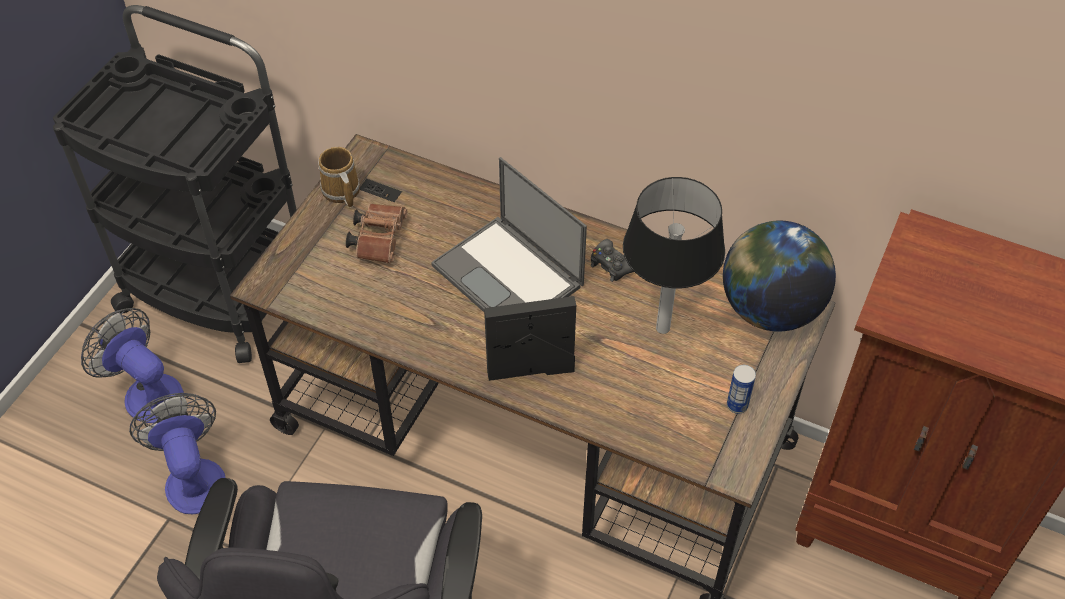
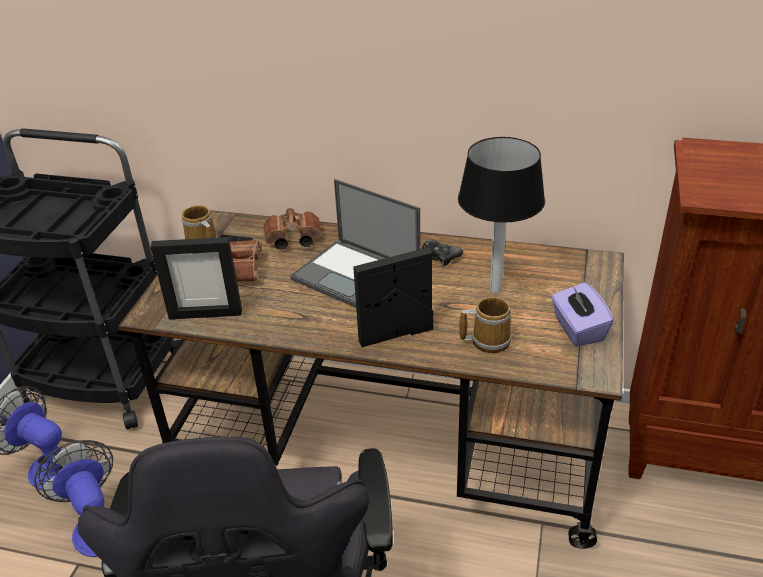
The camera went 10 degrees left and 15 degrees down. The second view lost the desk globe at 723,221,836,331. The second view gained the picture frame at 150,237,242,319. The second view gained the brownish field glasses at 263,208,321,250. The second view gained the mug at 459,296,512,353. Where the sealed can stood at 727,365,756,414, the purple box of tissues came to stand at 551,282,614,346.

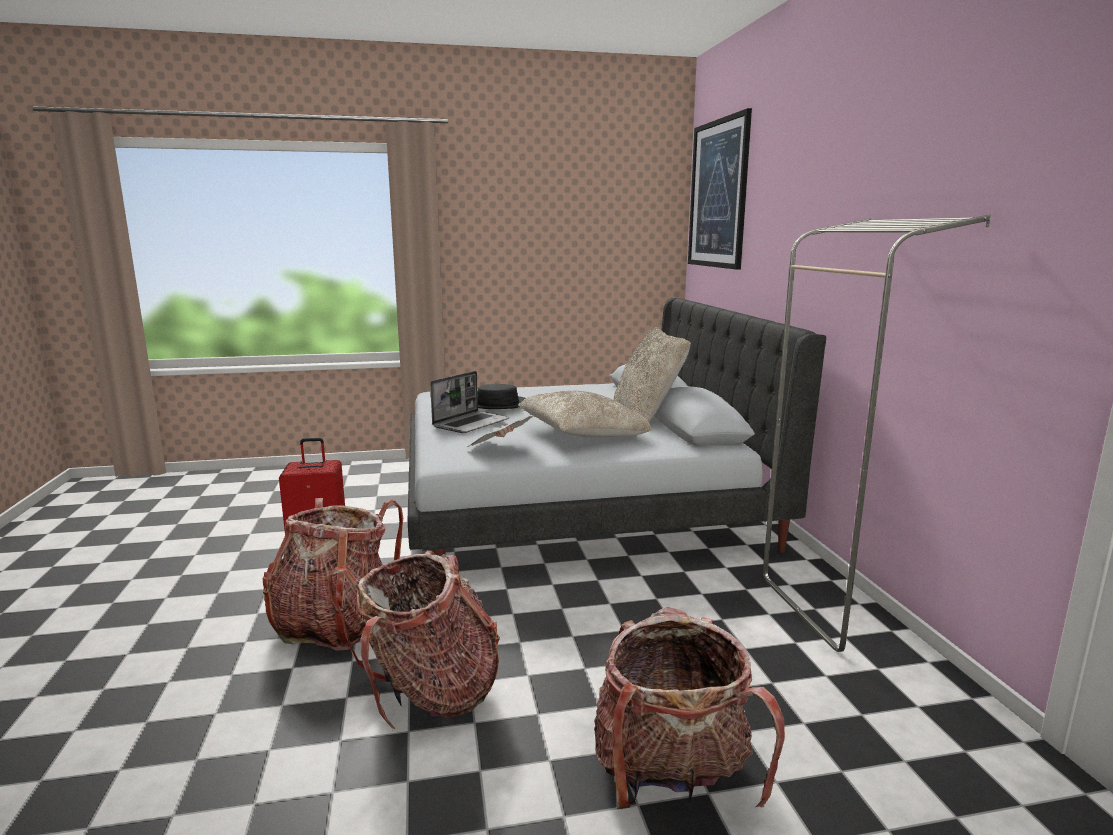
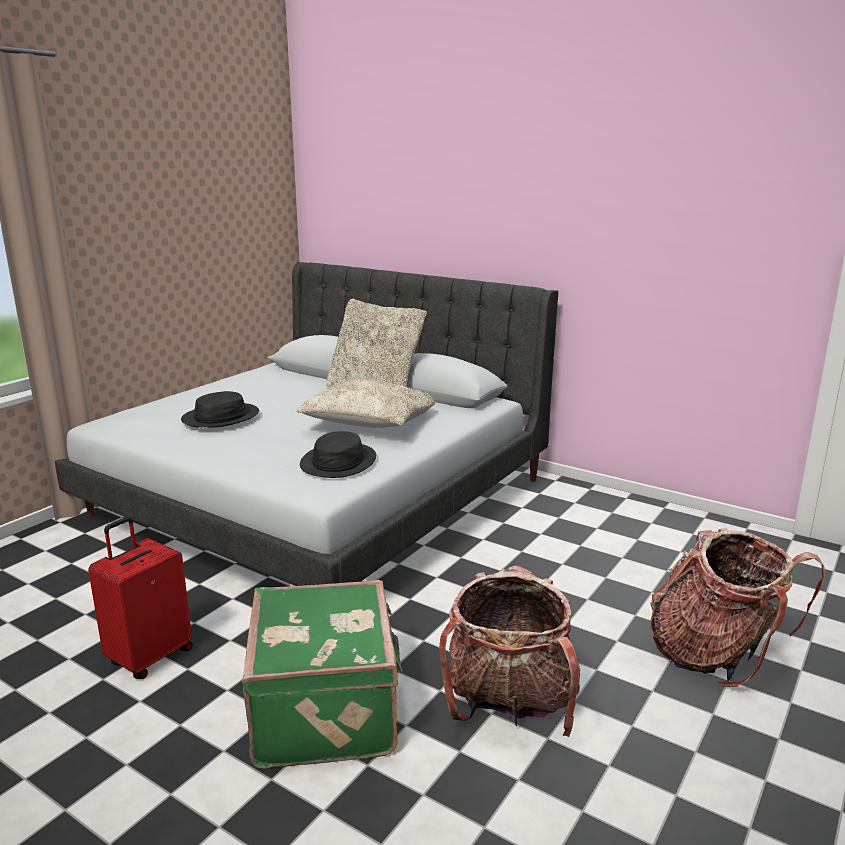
The camera went 45 degrees left and 5 degrees up. The second view lost the laptop at 430,371,509,433. The second view lost the wall art at 688,108,752,270. The second view lost the gray garment stand at 763,214,991,652. Where the rucksack stood at 263,498,403,651, the green piece of luggage came to stand at 242,580,402,768. Where the printed paper stood at 467,416,533,447, the blackish clothing hat came to stand at 300,431,376,478.

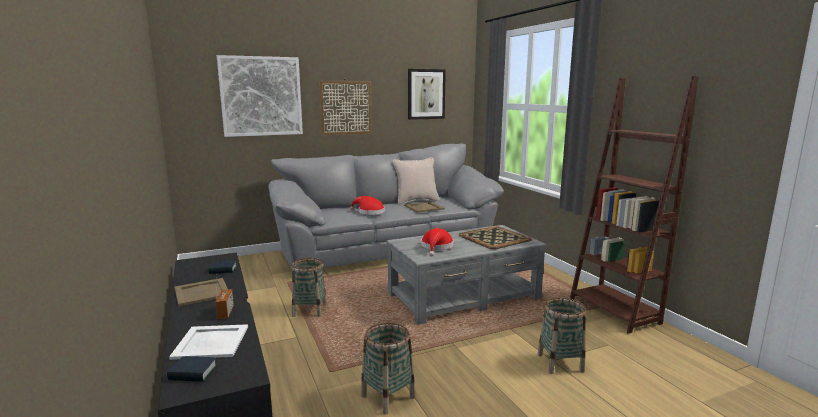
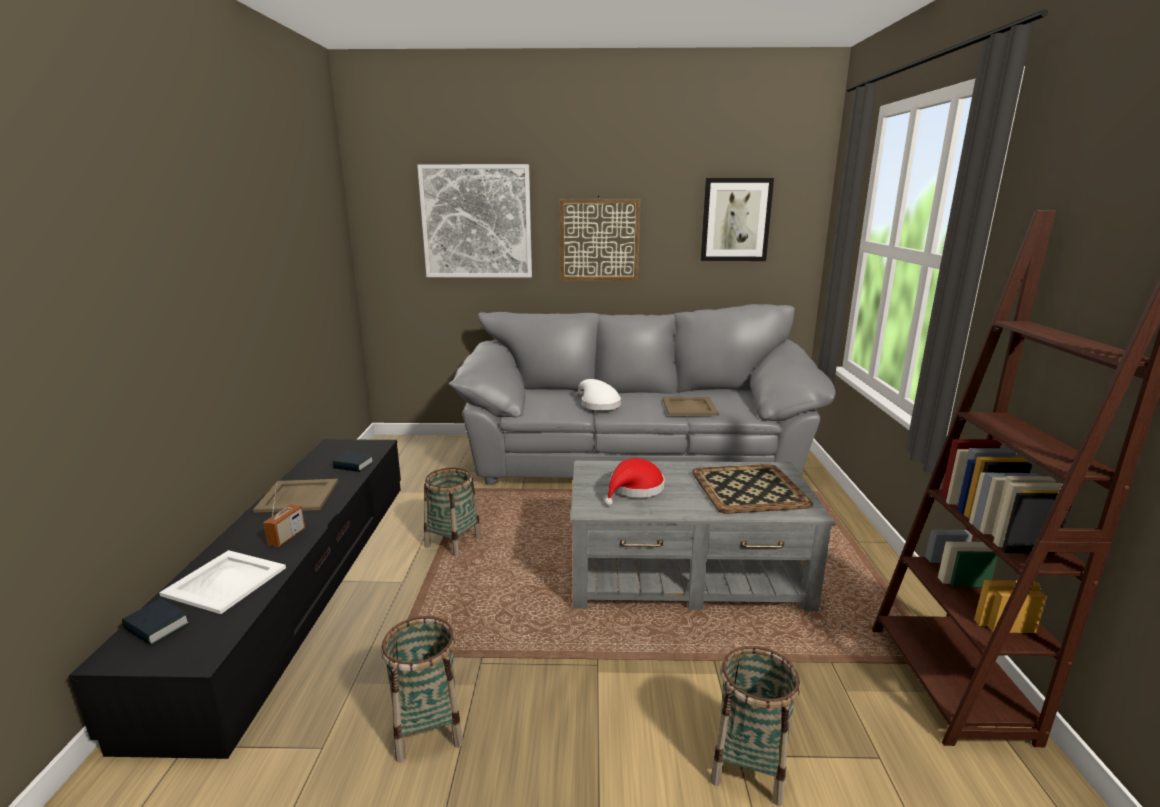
The camera went 25 degrees right and 5 degrees up. The second view lost the beige-coloured cushion at 393,158,439,205. What was the red clothing hat at 350,196,385,215 turned into the white-coloured clothing hat at 576,379,621,410.

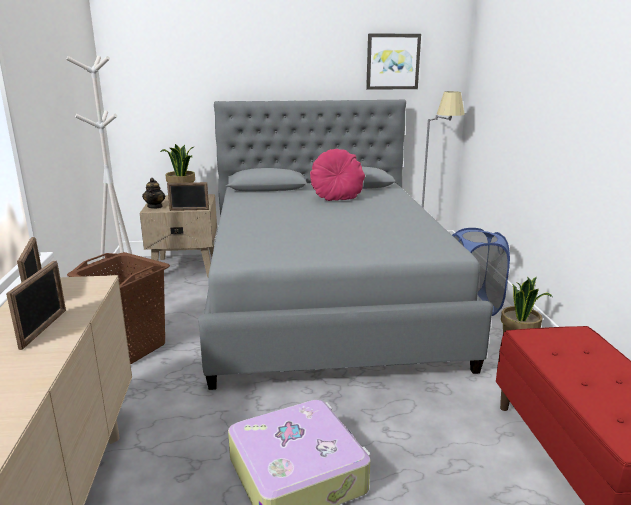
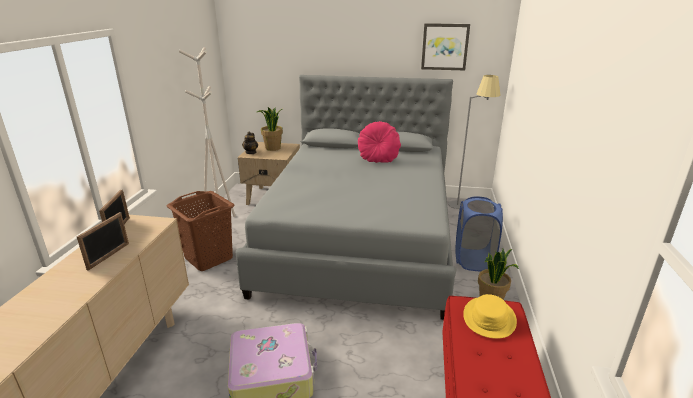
The camera went 15 degrees right and 5 degrees up. The second view lost the picture frame at 167,182,209,211. The second view gained the yellow-coloured clothing hat at 463,294,517,339.

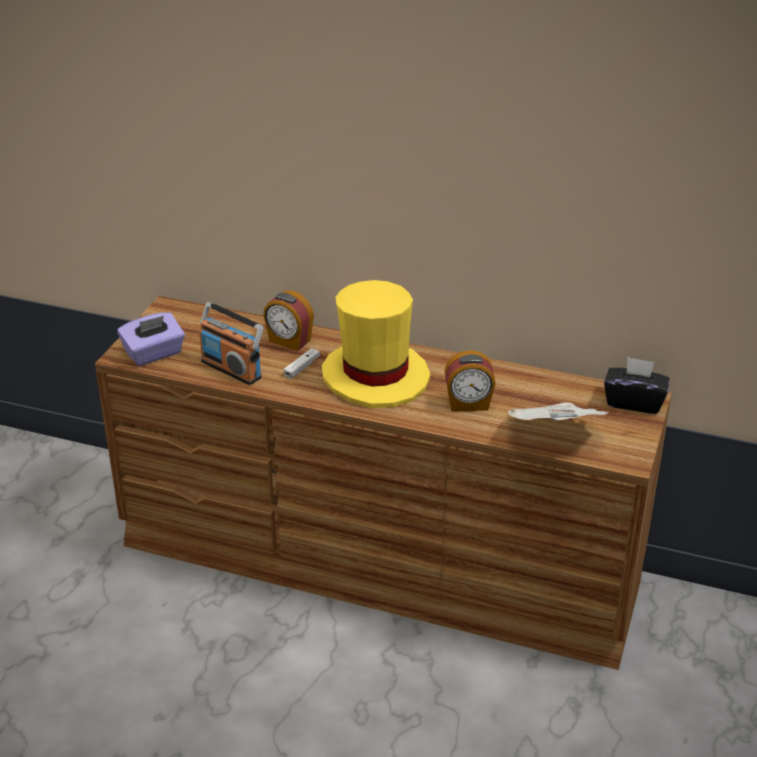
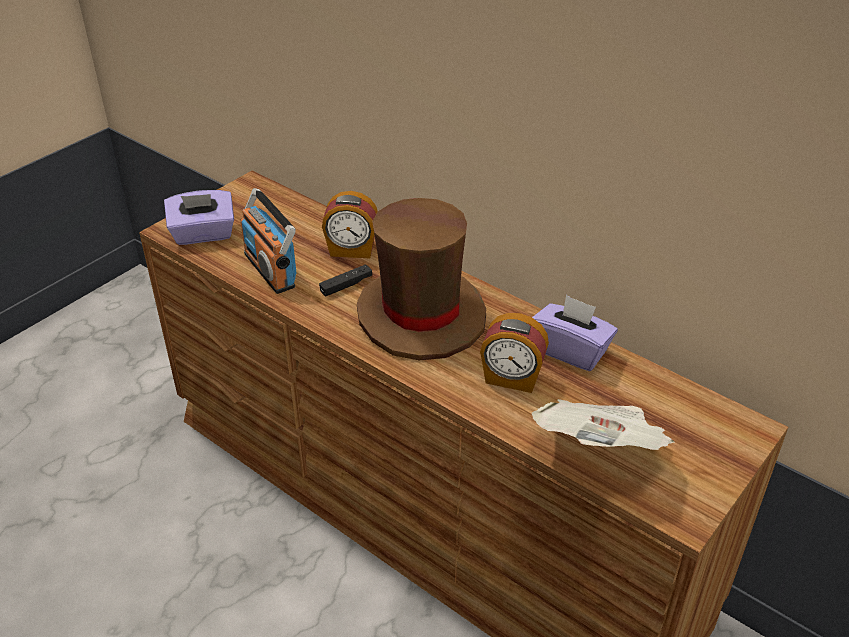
The camera went 20 degrees right and 5 degrees up. The second view lost the blackish box of tissues at 604,357,670,414. The second view gained the purple box of tissues at 532,295,618,371. What was the white-coloured joypad at 284,348,320,379 turned into the blackish joypad at 319,264,372,296. What was the yellow-coloured clothing hat at 322,280,430,408 turned into the brownish clothing hat at 357,198,486,360. The table clock at 263,290,314,351 ended up facing another way, 45 degrees counterclockwise from before.

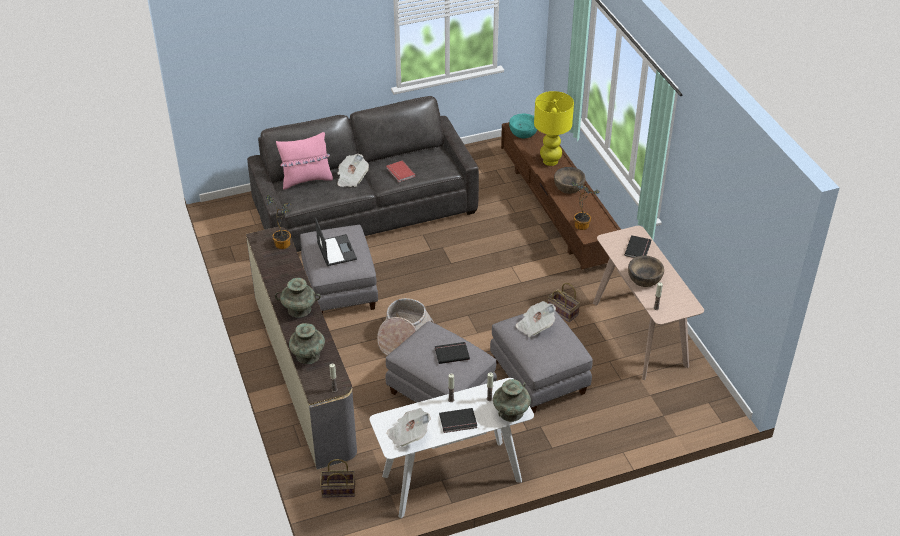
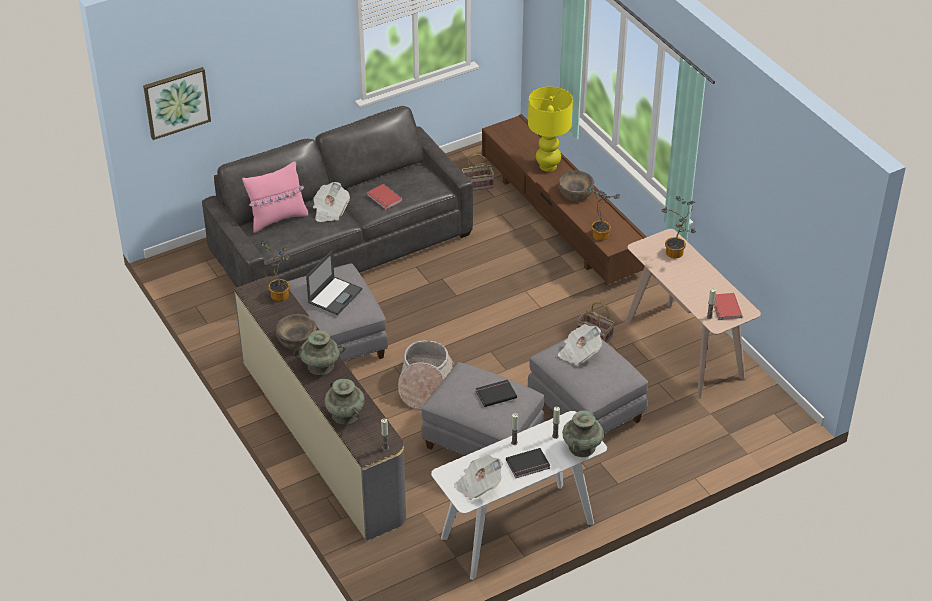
The camera went 10 degrees left and 0 degrees up. The second view lost the turquoise bowl at 509,114,537,138. The second view gained the wall art at 143,67,211,140. The second view gained the red book at 714,293,743,320. The household basket ended up elsewhere, having gone from 320,459,355,498 to 462,154,494,191. The brownish bowl ended up elsewhere, having gone from 628,256,664,287 to 276,314,317,350. Where the blackish book stood at 625,236,651,258, the houseplant came to stand at 662,196,696,258. The laptop at 315,218,357,266 ended up facing another way, 60 degrees clockwise from before.

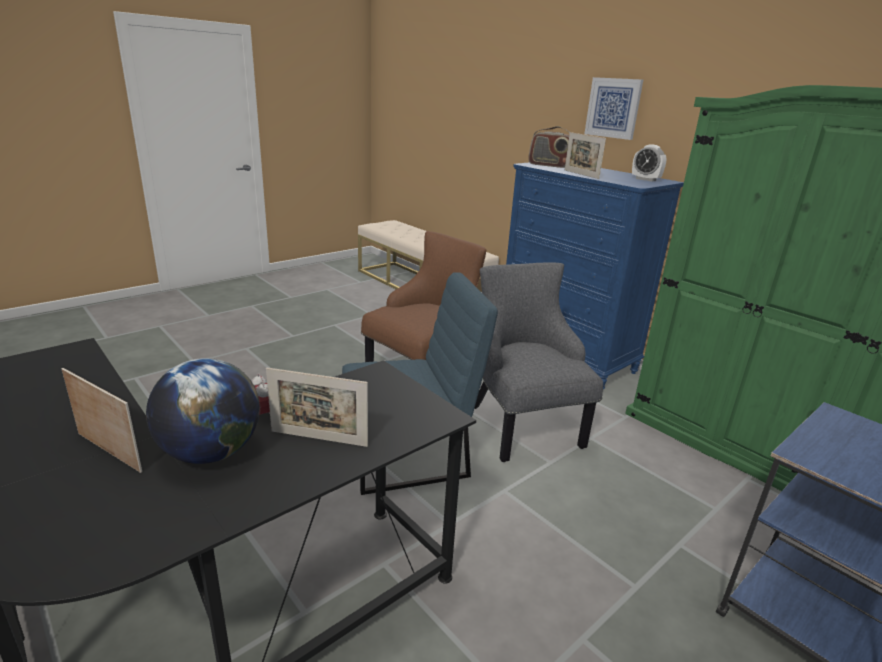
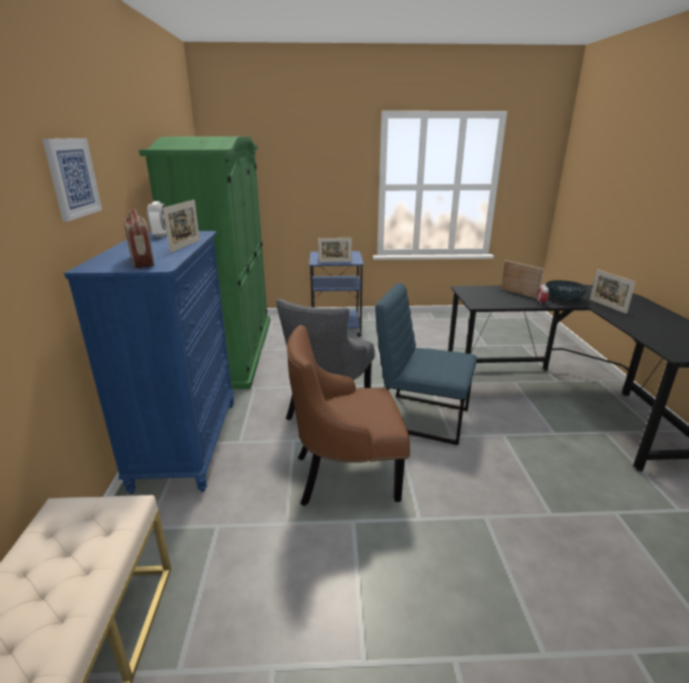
The camera went 140 degrees left and 0 degrees up. The second view gained the picture frame at 318,238,352,262. Where the desk globe stood at 146,358,260,464, the bowl came to stand at 546,280,588,299.

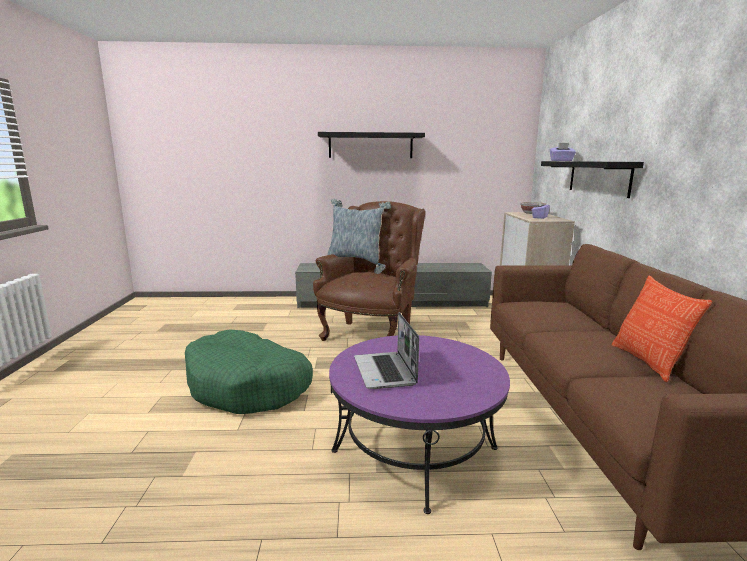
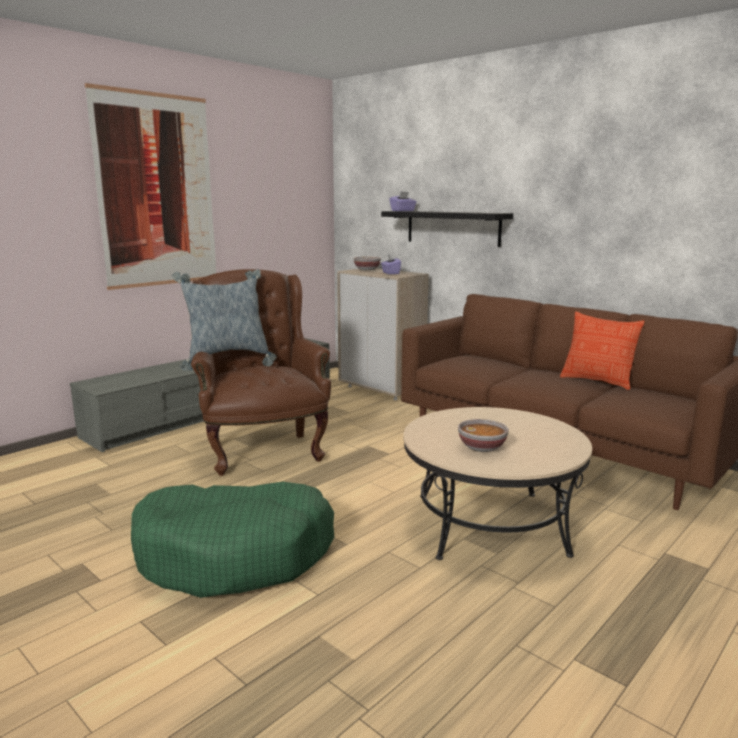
The camera went 45 degrees left and 0 degrees up. Where the blackish bracket shelf hung at 318,132,425,158, the wall art came to hang at 85,83,216,290. Where the laptop stood at 354,312,419,389, the bowl came to stand at 458,419,509,452. What was the purple low table at 329,335,510,514 turned into the beige-coloured low table at 403,407,592,560.

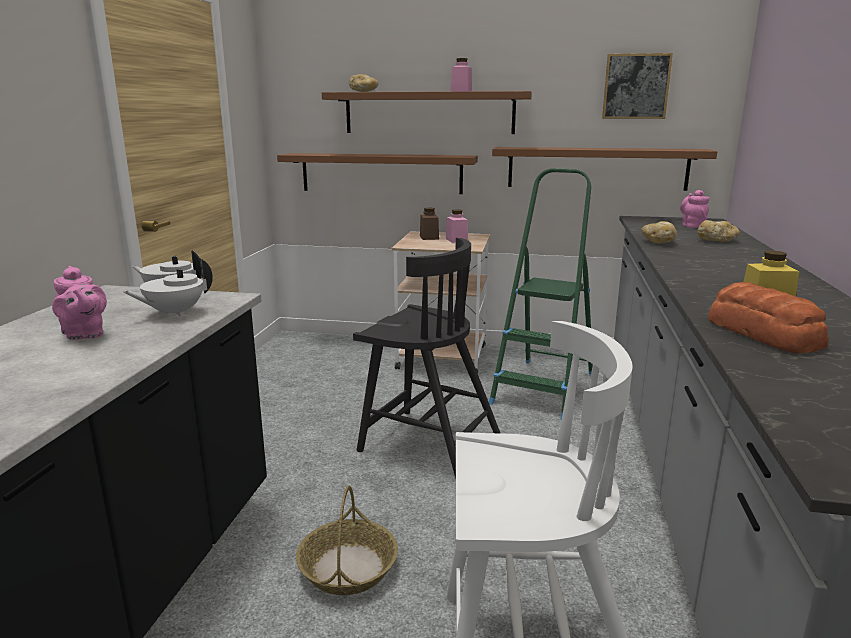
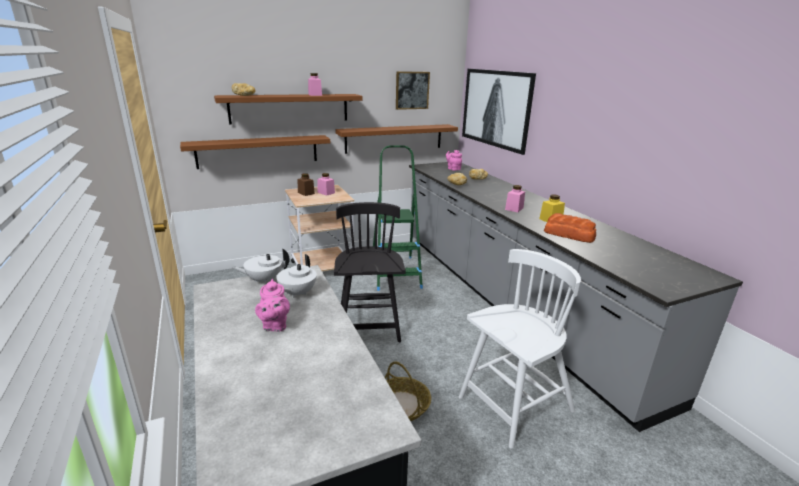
The camera went 35 degrees left and 5 degrees up. The second view gained the wall art at 462,69,536,155. The second view gained the pink storage jar at 505,185,525,212. The pink tea pot at 52,266,107,340 ended up facing another way, 60 degrees clockwise from before. The blackish plain chair at 353,238,500,479 ended up facing another way, 90 degrees counterclockwise from before.

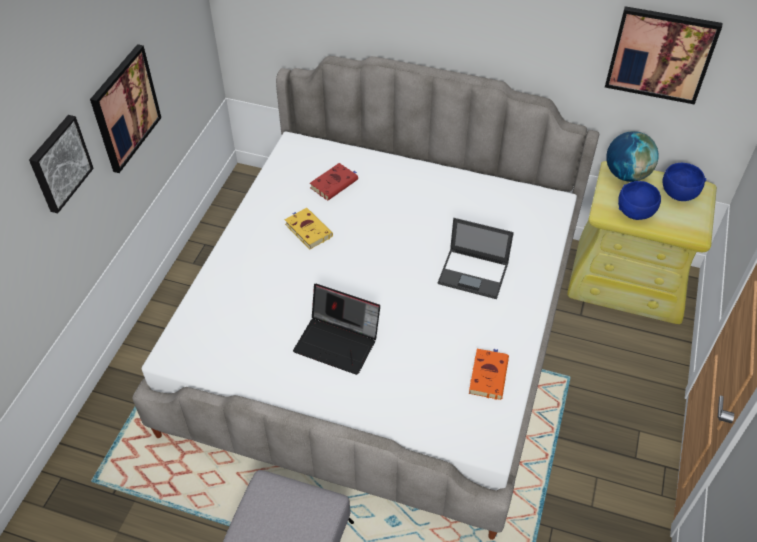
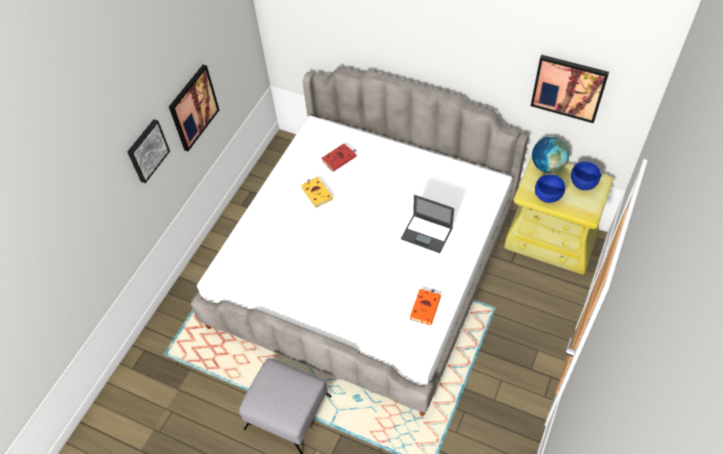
The camera went 10 degrees right and 5 degrees up. The second view lost the laptop at 293,284,380,375.

